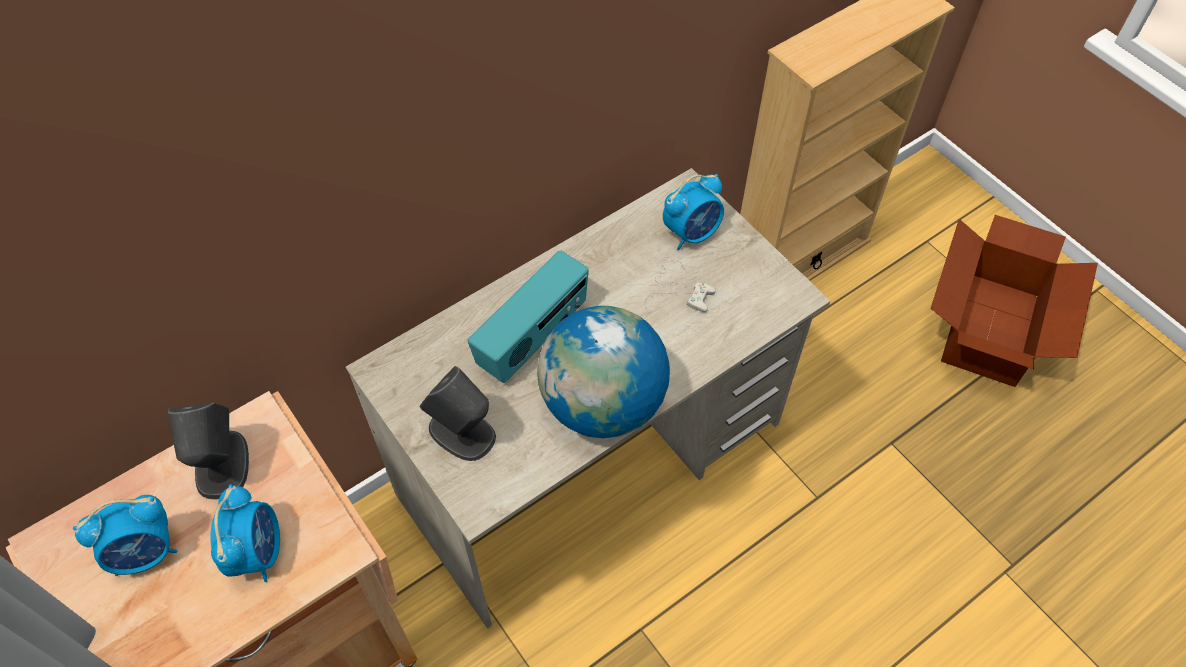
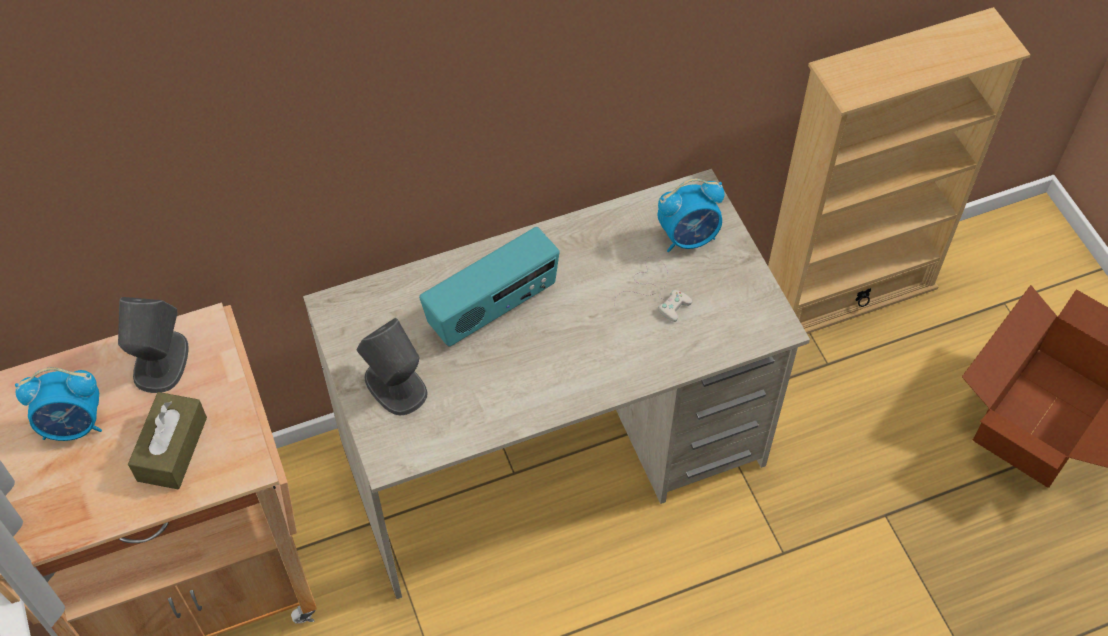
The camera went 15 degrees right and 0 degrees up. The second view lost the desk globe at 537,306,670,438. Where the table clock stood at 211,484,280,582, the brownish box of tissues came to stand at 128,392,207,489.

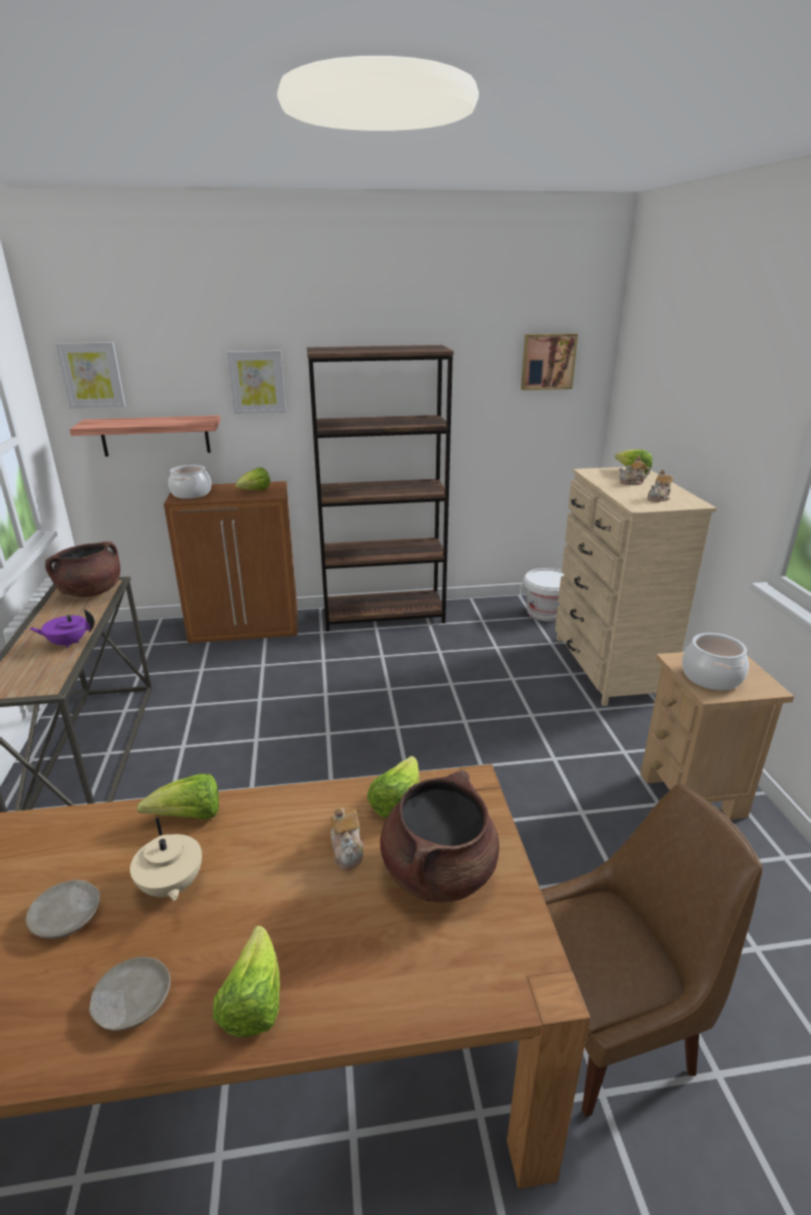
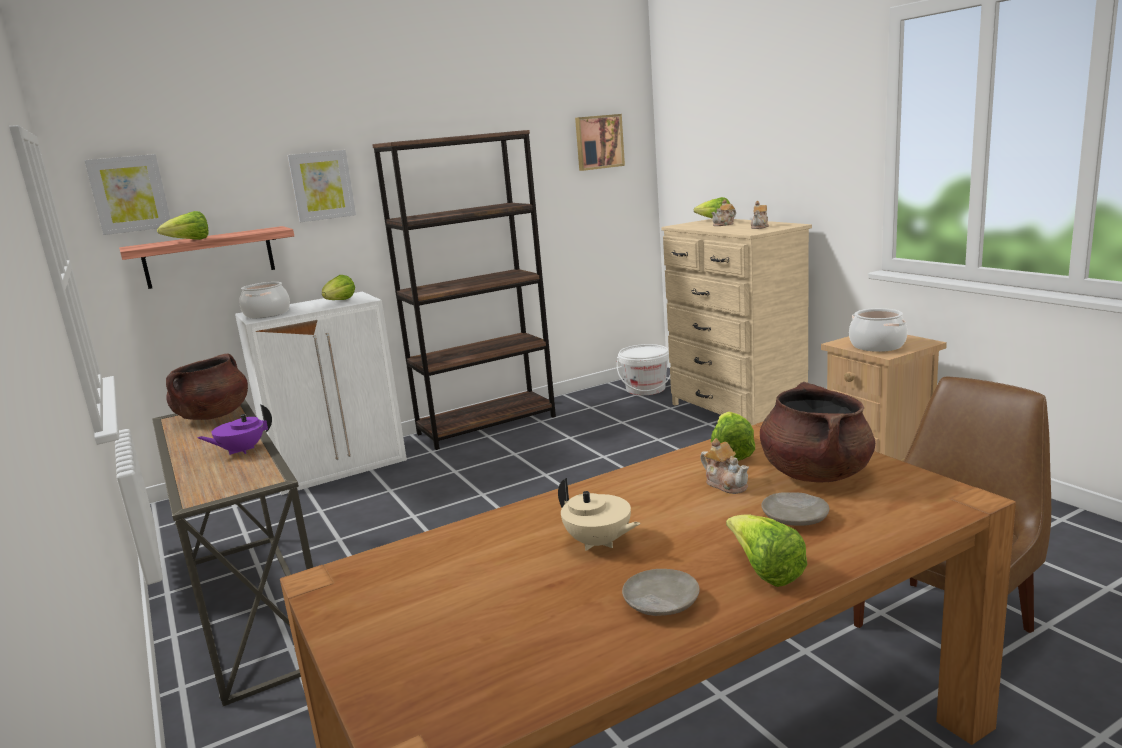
The camera went 20 degrees left and 10 degrees down. The beige-coloured flat dish ended up elsewhere, having gone from 26,880,100,939 to 761,492,829,526. The lettuce head ended up elsewhere, having gone from 137,774,219,820 to 157,211,209,240. What was the brownish cabinet at 164,481,298,643 turned into the white-coloured cabinet at 235,292,407,495.

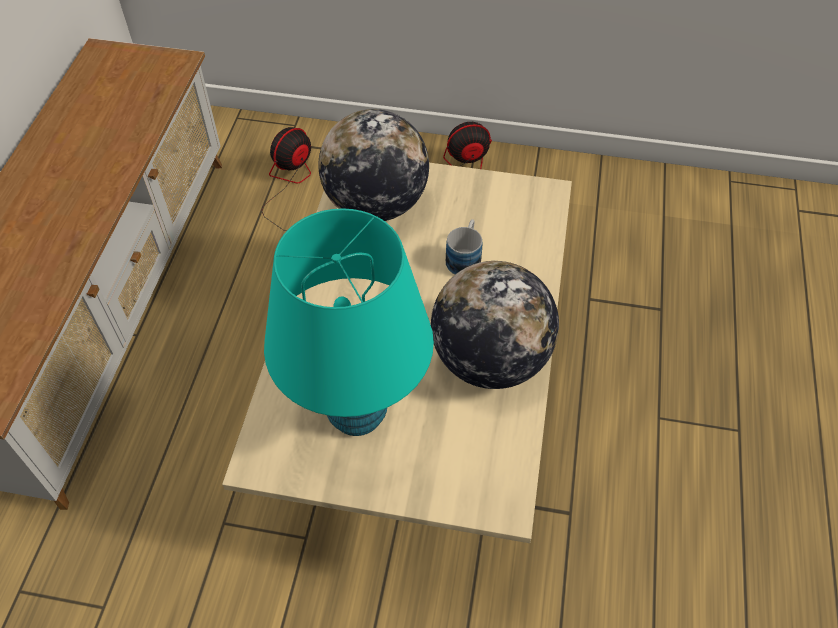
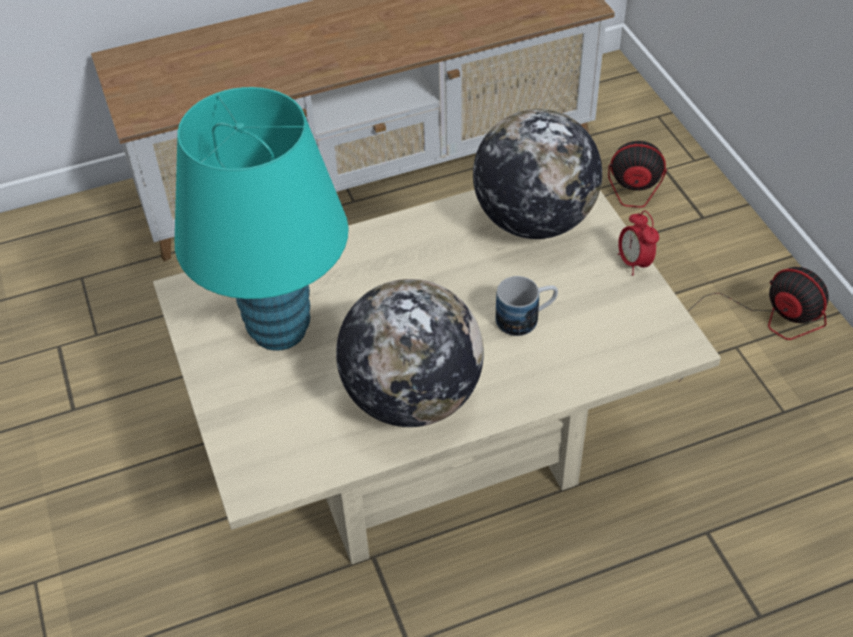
The camera went 60 degrees right and 5 degrees down. The second view gained the table clock at 618,211,659,276.

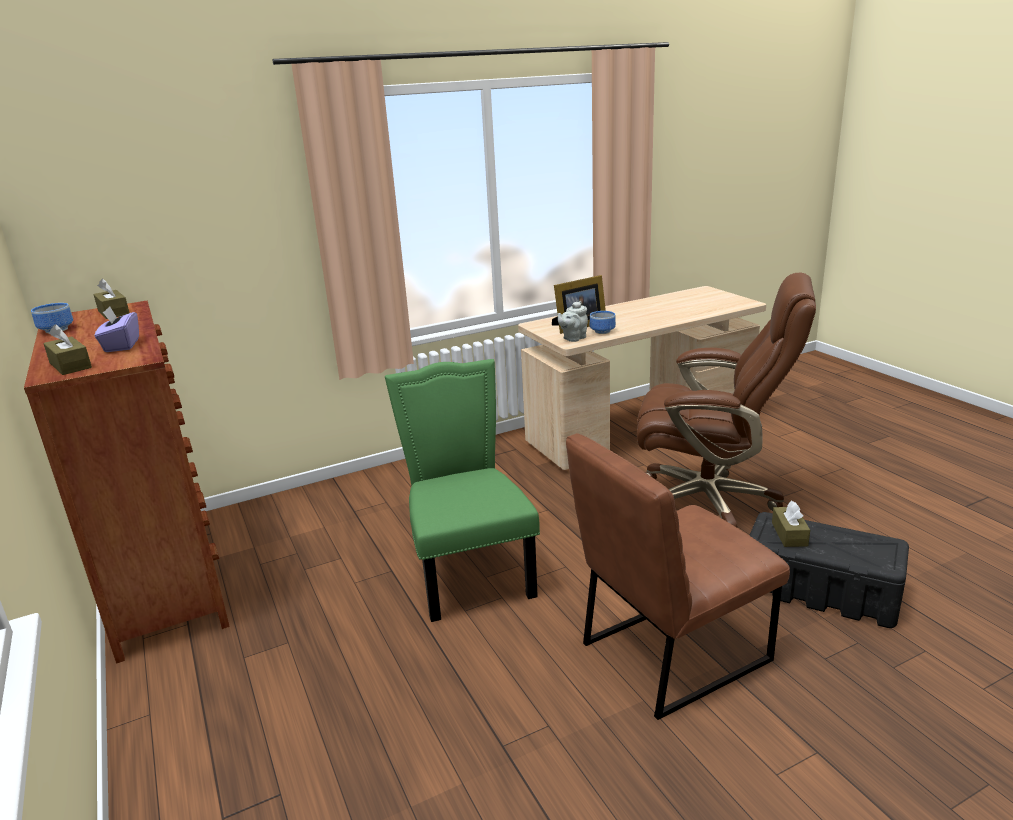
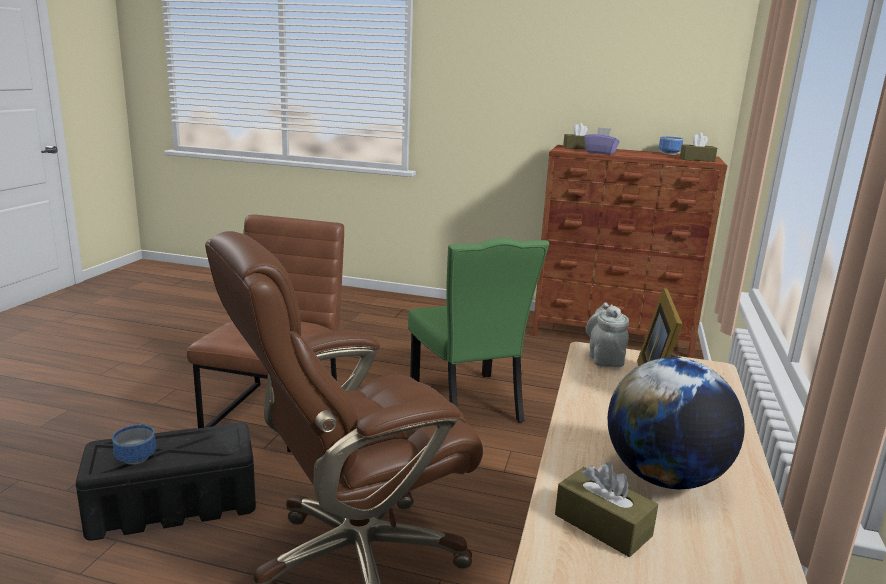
The camera went 130 degrees right and 5 degrees down. The second view gained the desk globe at 608,357,745,489. The bowl ended up elsewhere, having gone from 590,311,616,334 to 112,425,156,465. The brownish box of tissues ended up elsewhere, having gone from 772,501,810,547 to 555,462,658,557. The green plain chair at 385,359,540,622 ended up facing another way, 45 degrees clockwise from before.

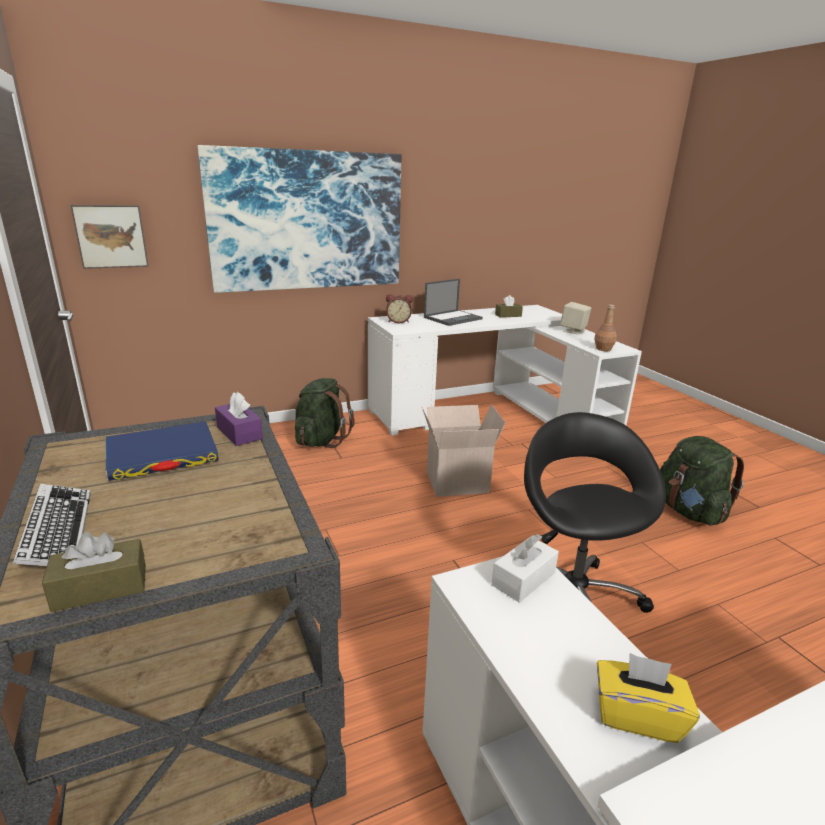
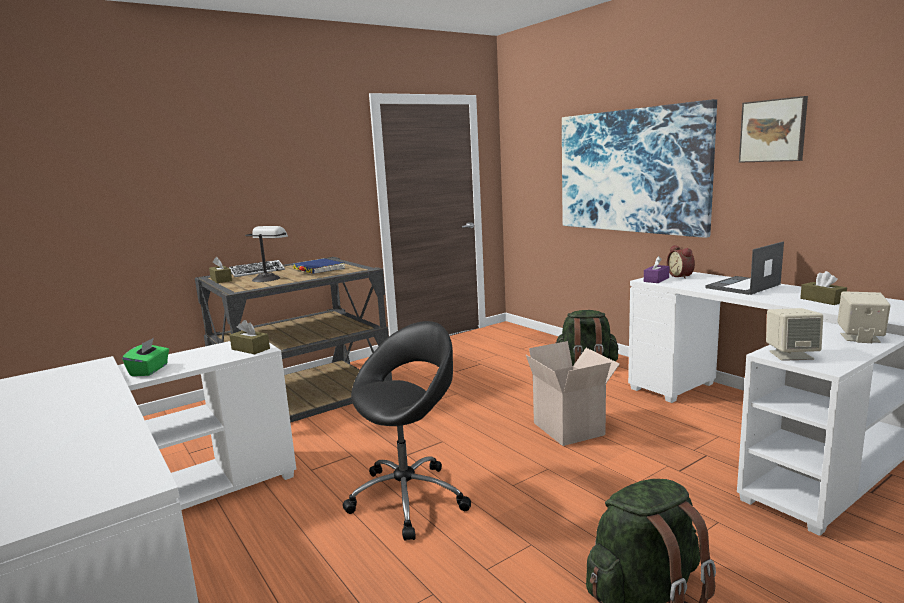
The camera went 80 degrees right and 10 degrees down. The second view gained the table lamp at 245,226,288,282. The wall art ended up elsewhere, having gone from 71,205,148,269 to 739,96,808,163. The purple box of tissues ended up elsewhere, having gone from 215,392,263,446 to 644,256,670,283. Where the brownish beverage bottle stood at 594,304,617,351, the beige-coloured audio speaker came to stand at 766,308,823,361. What was the white-coloured box of tissues at 491,534,559,603 turned into the brownish box of tissues at 230,320,270,354. What was the yellow-coloured box of tissues at 597,653,700,743 turned into the green box of tissues at 122,338,169,376. The laptop at 424,279,483,326 ended up facing another way, 105 degrees clockwise from before.

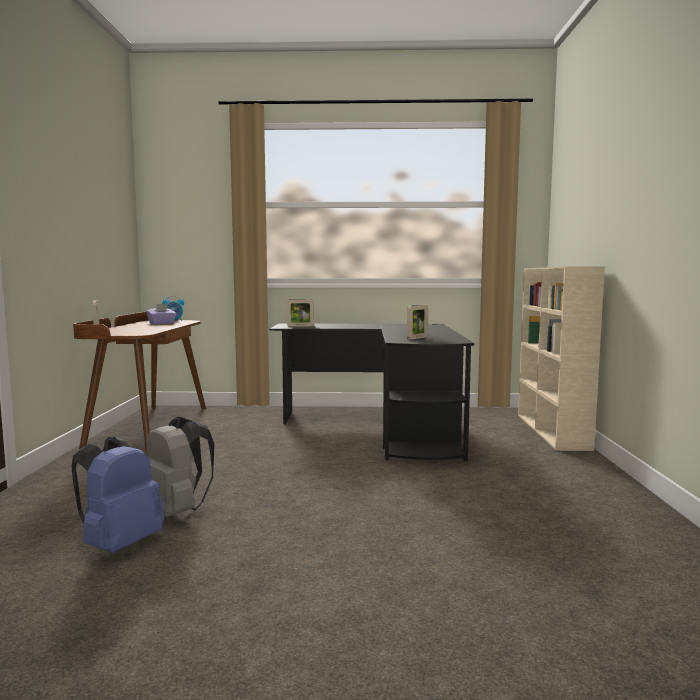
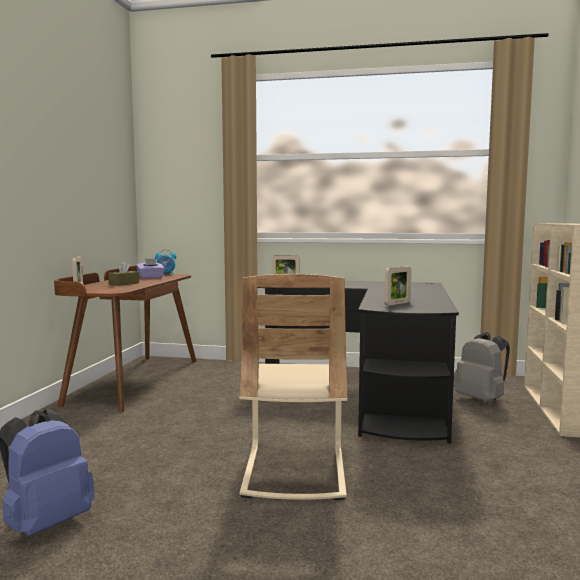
The camera went 10 degrees right and 0 degrees up. The second view gained the brownish box of tissues at 108,261,139,286. The second view gained the beige-coloured plain chair at 239,274,348,500. The gray rucksack ended up elsewhere, having gone from 146,416,215,517 to 453,332,510,401.

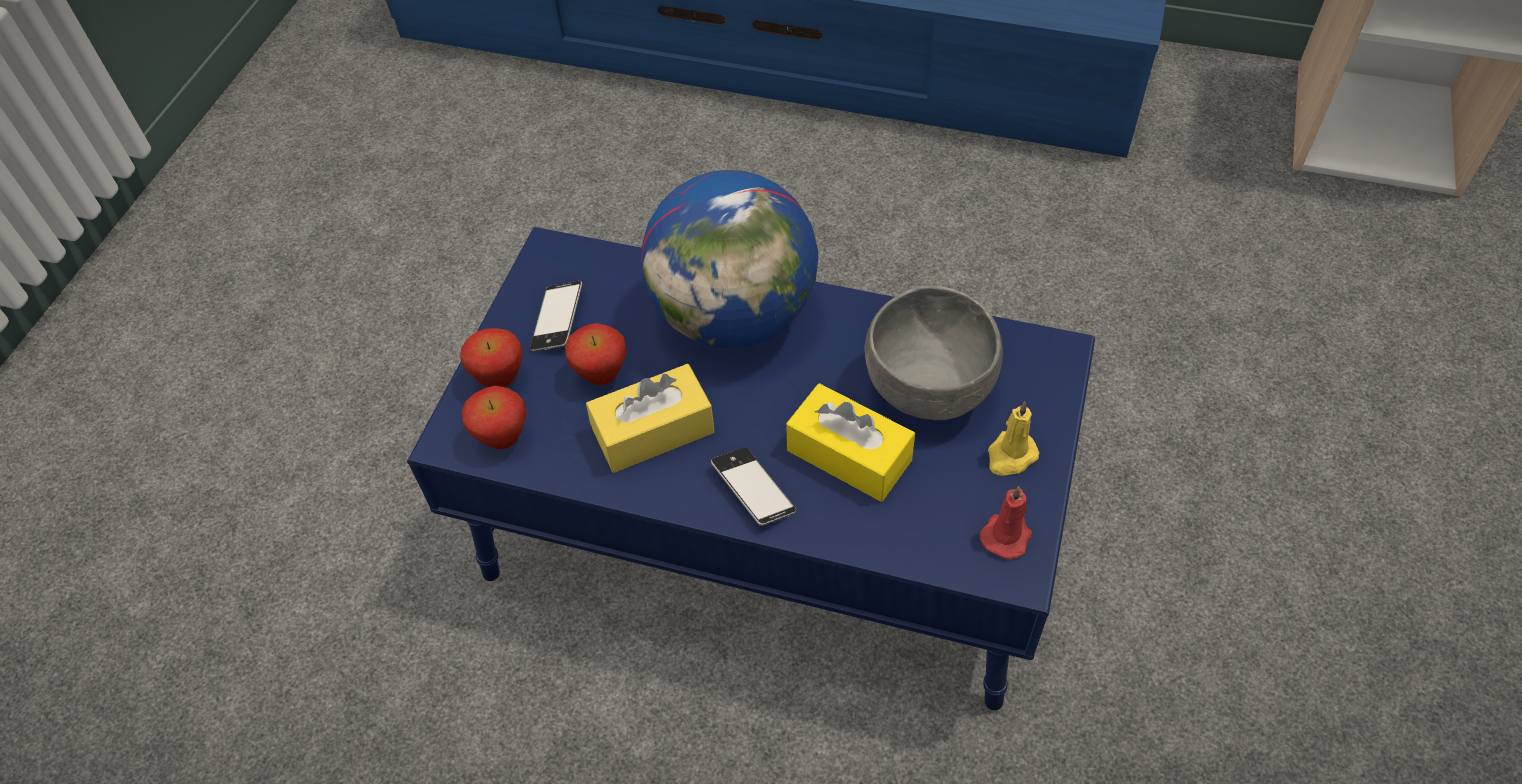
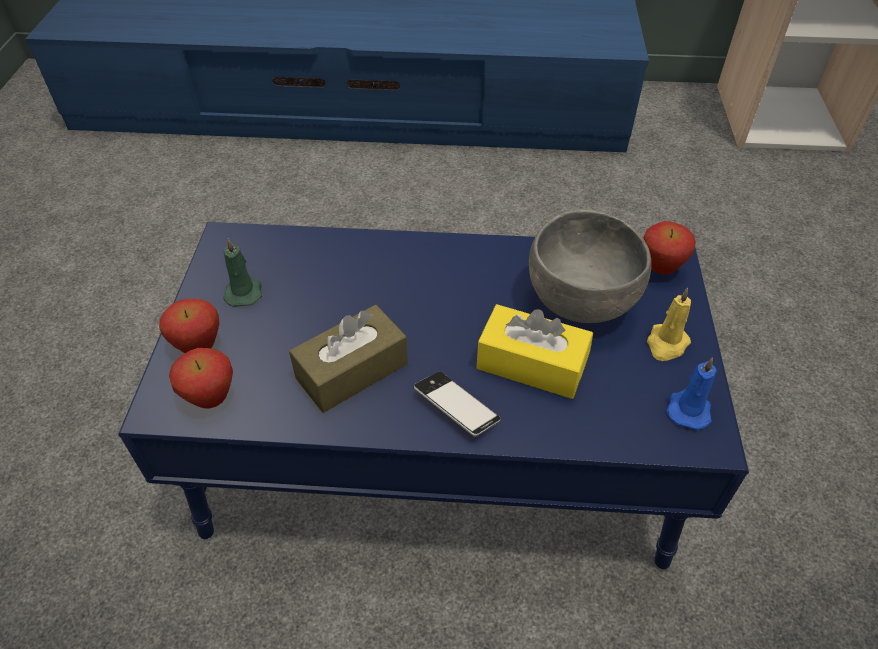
The camera went 15 degrees left and 5 degrees down. The second view lost the desk globe at 641,170,818,349. The apple ended up elsewhere, having gone from 565,323,627,385 to 643,221,696,275. Where the telephone stood at 530,281,583,352, the green wax light came to stand at 223,238,262,307. What was the yellow-coloured box of tissues at 586,364,715,473 turned into the brownish box of tissues at 289,305,408,413. What was the red wax light at 980,486,1032,559 turned into the bluish wax light at 667,357,717,430.

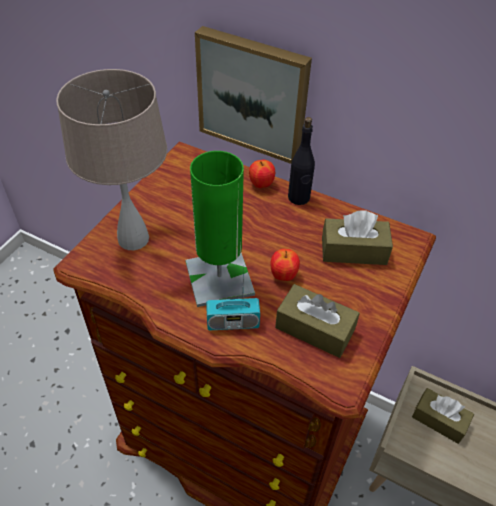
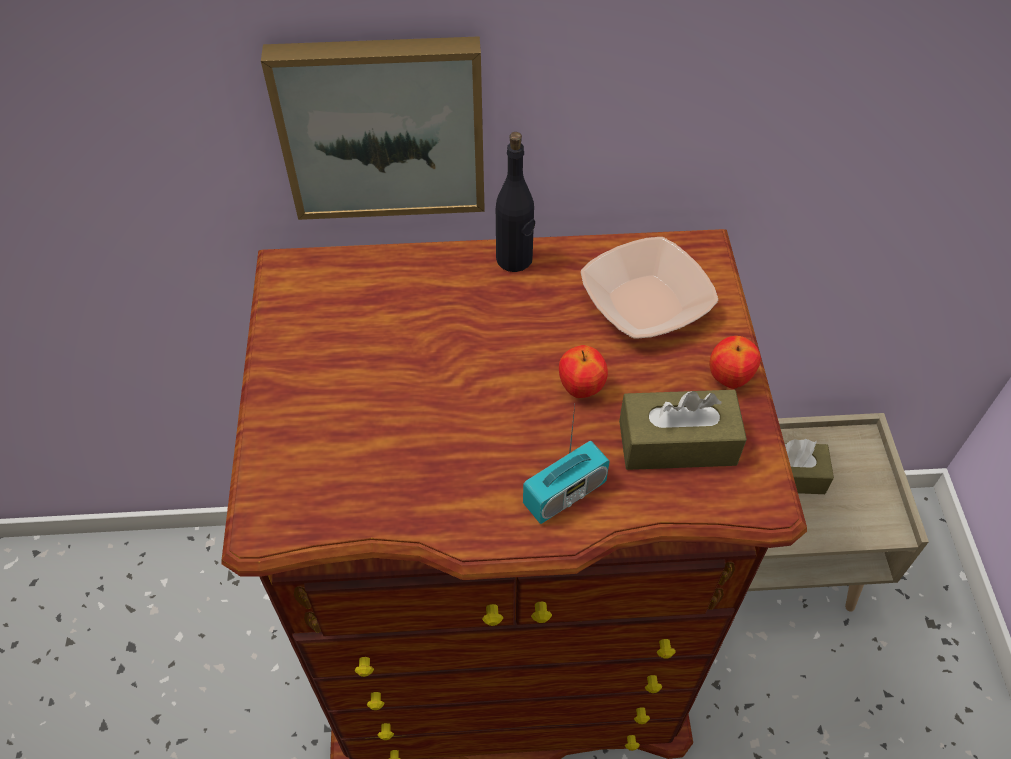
The camera went 30 degrees left and 5 degrees up. The second view lost the beige-coloured table lamp at 56,69,167,250. The second view lost the green table lamp at 185,151,255,307. The apple ended up elsewhere, having gone from 249,160,275,188 to 710,336,761,389. Where the brownish box of tissues stood at 322,210,393,265, the bowl came to stand at 581,237,718,339.

